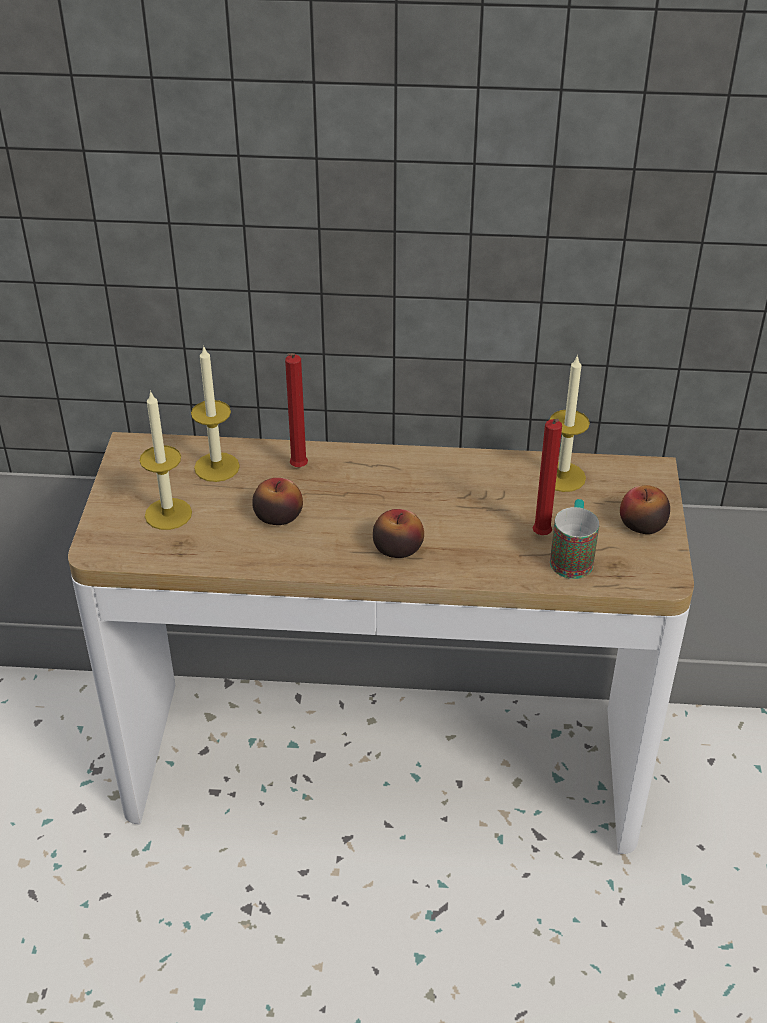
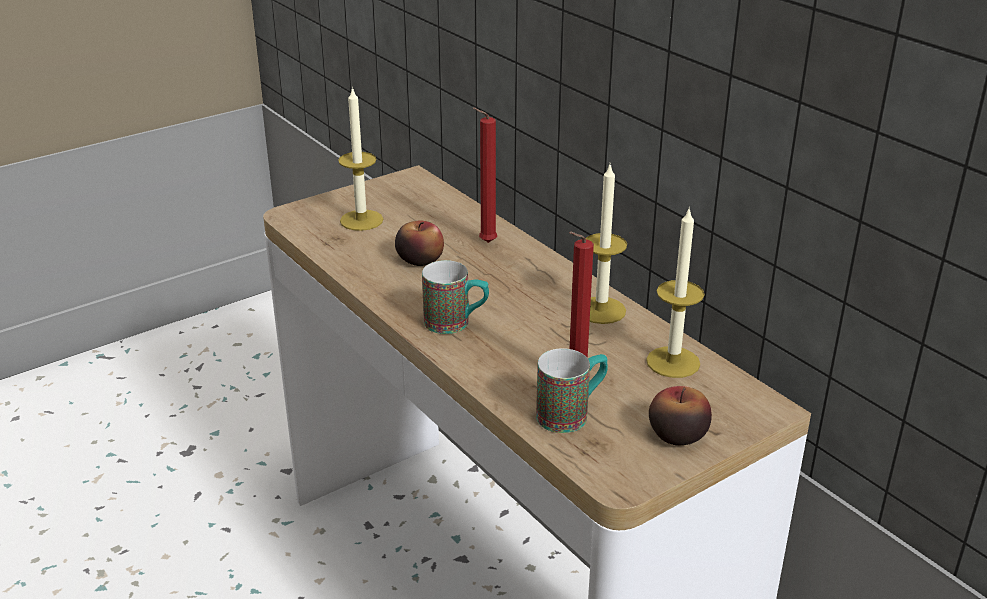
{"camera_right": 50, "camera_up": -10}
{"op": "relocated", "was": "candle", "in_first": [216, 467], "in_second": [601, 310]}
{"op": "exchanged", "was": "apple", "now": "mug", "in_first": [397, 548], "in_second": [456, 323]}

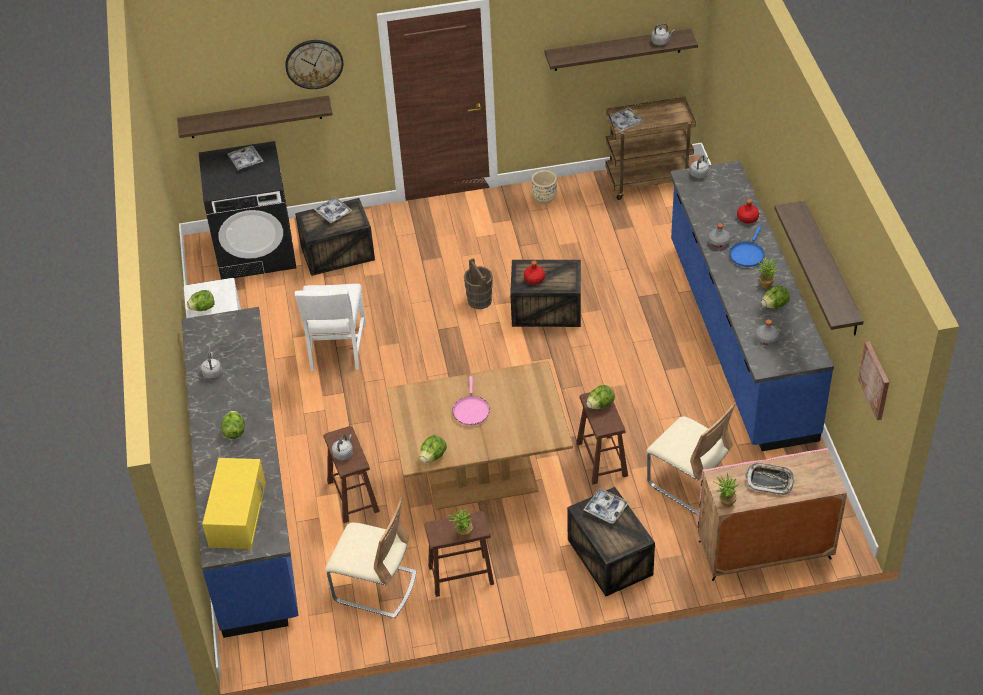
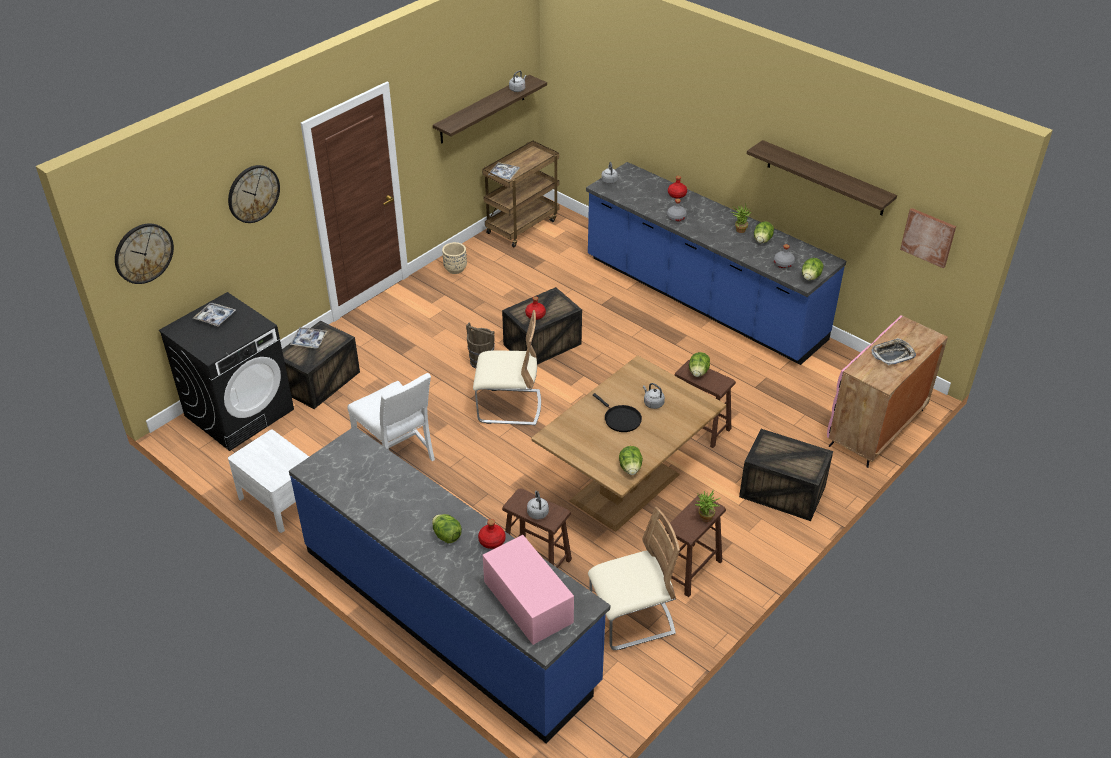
{"camera_right": -40, "camera_up": -5}
{"op": "missing", "was": "shelf", "in_first": [255, 117]}
{"op": "missing", "was": "tray", "in_first": [606, 509]}
{"op": "missing", "was": "potted plant", "in_first": [725, 502]}
{"op": "missing", "was": "blue frying pan", "in_first": [747, 254]}
{"op": "appeared", "now": "wall clock", "in_second": [143, 253]}
{"op": "appeared", "now": "red bottle", "in_second": [492, 540]}
{"op": "relocated", "was": "lettuce", "in_first": [203, 308], "in_second": [810, 277]}
{"op": "relocated", "was": "grey kettle", "in_first": [212, 372], "in_second": [652, 403]}
{"op": "relocated", "was": "beige chair", "in_first": [689, 482], "in_second": [509, 407]}
{"op": "colour", "was": "yellow microwave", "now": "pink microwave", "in_first": [237, 513], "in_second": [526, 600]}
{"op": "colour", "was": "pink frying pan", "now": "black frying pan", "in_first": [471, 410], "in_second": [620, 419]}

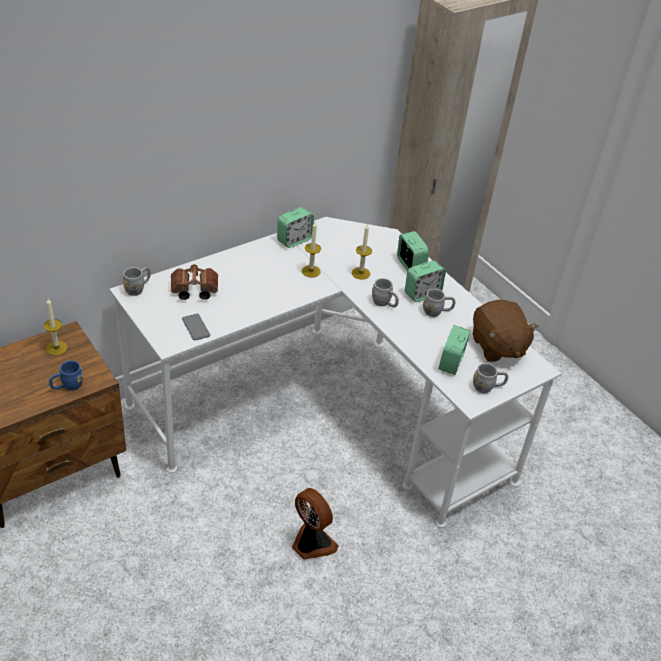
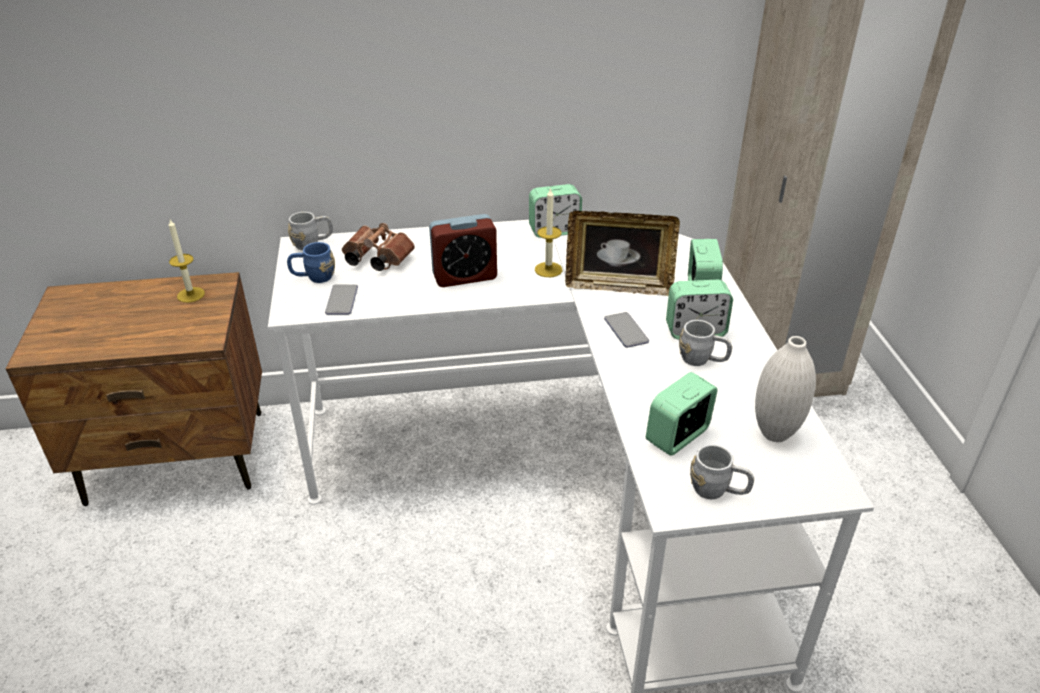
{"camera_right": 30, "camera_up": -5}
{"op": "missing", "was": "fan", "in_first": [311, 543]}
{"op": "appeared", "now": "alarm clock", "in_second": [464, 276]}
{"op": "relocated", "was": "blue mug", "in_first": [67, 386], "in_second": [313, 277]}
{"op": "exchanged", "was": "candle", "now": "picture frame", "in_first": [361, 273], "in_second": [618, 286]}
{"op": "exchanged", "was": "grey mug", "now": "phone", "in_first": [384, 303], "in_second": [626, 331]}
{"op": "exchanged", "was": "brown plush toy", "now": "white vase", "in_first": [497, 346], "in_second": [775, 433]}

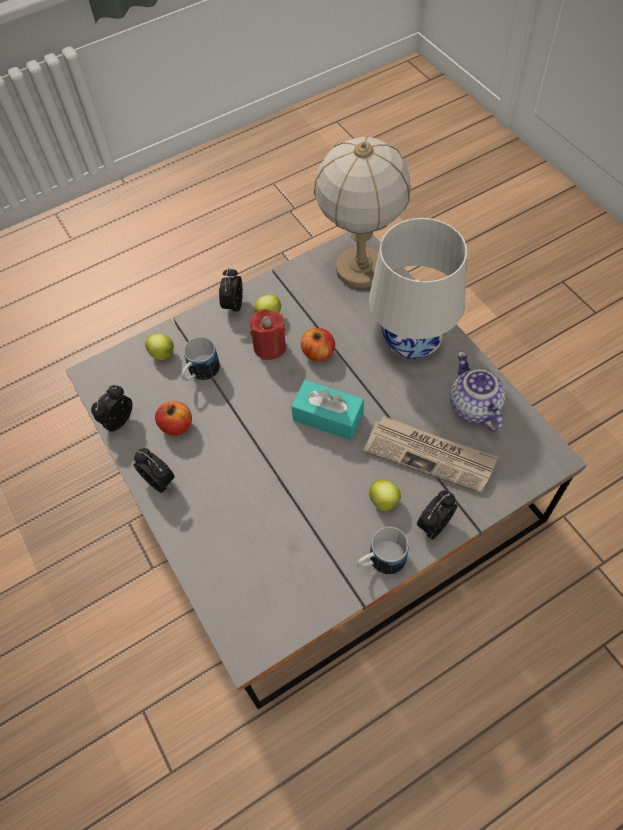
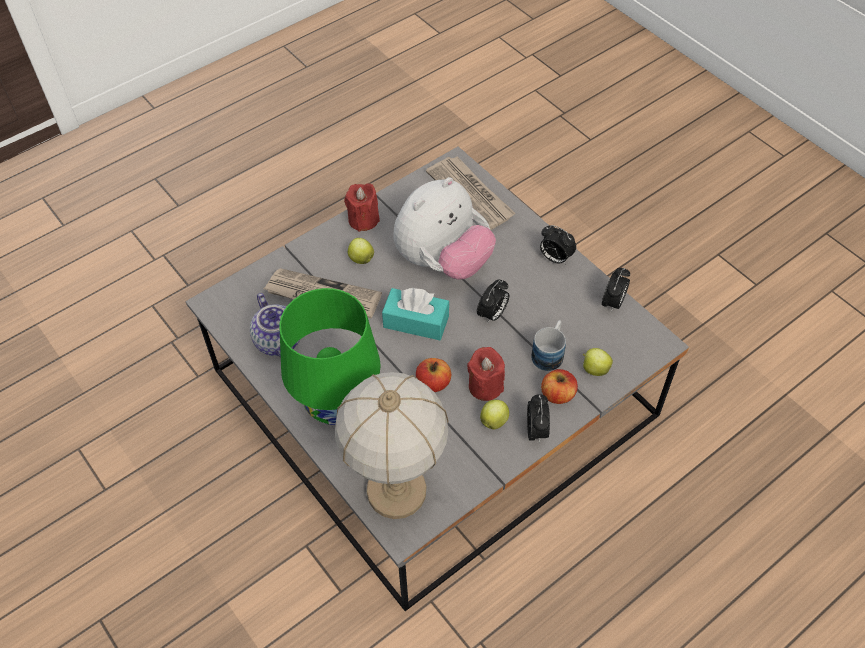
{"camera_right": 170, "camera_up": -5}
{"op": "appeared", "now": "plush toy", "in_second": [443, 261]}
{"op": "appeared", "now": "newspaper", "in_second": [471, 195]}
{"op": "relocated", "was": "apple", "in_first": [176, 426], "in_second": [557, 394]}
{"op": "relocated", "was": "alarm clock", "in_first": [434, 524], "in_second": [492, 314]}
{"op": "exchanged", "was": "mug", "now": "red candle", "in_first": [380, 561], "in_second": [363, 220]}
{"op": "colour", "was": "white table lamp", "now": "green table lamp", "in_first": [412, 341], "in_second": [336, 403]}

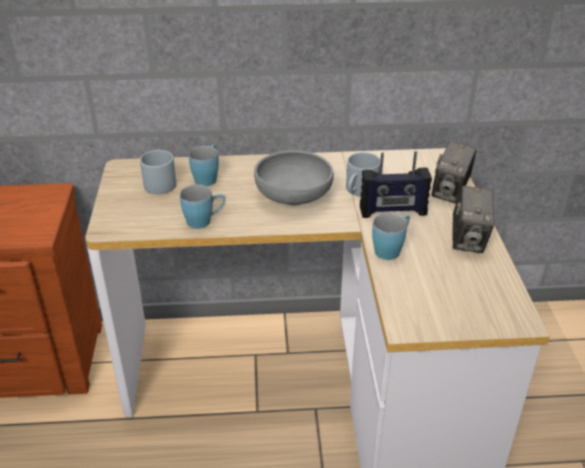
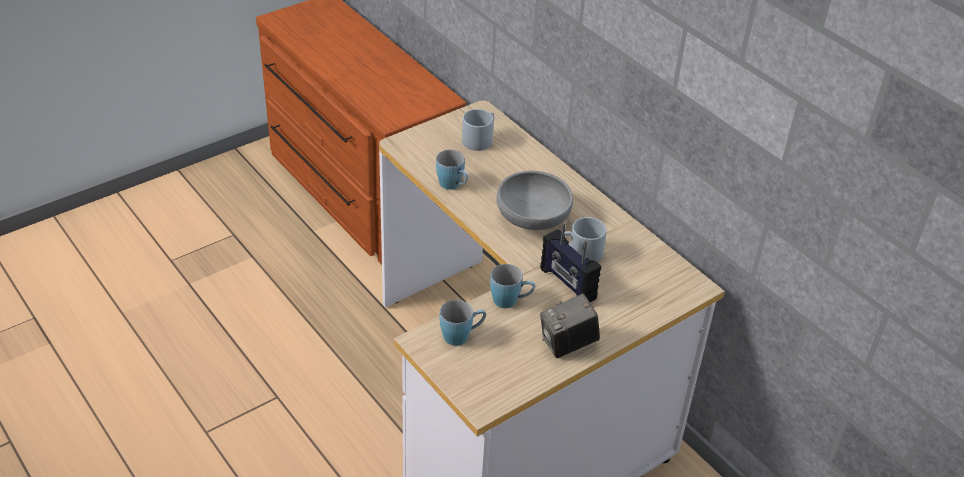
{"camera_right": 55, "camera_up": 5}
{"op": "missing", "was": "photo camera", "in_first": [450, 192]}
{"op": "relocated", "was": "blue mug", "in_first": [208, 177], "in_second": [462, 335]}

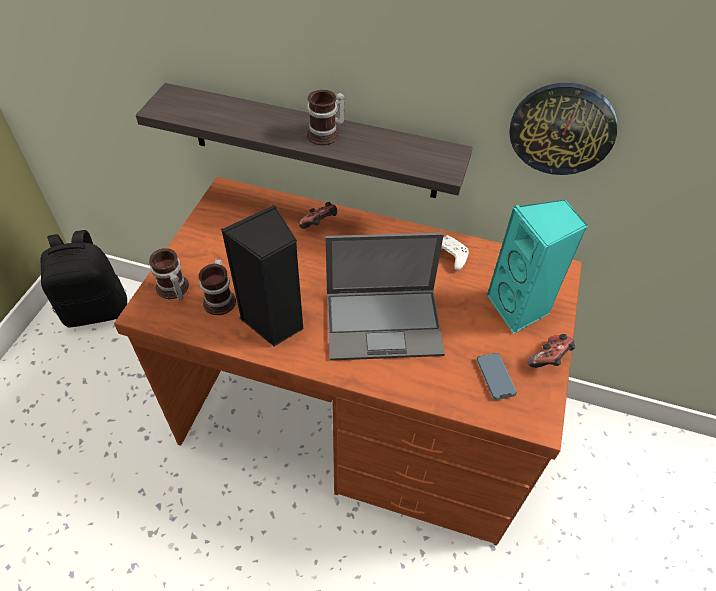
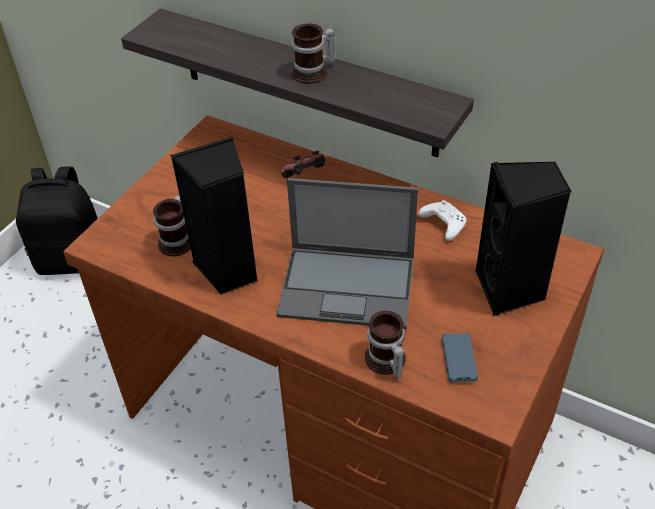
{"camera_right": 15, "camera_up": -5}
{"op": "missing", "was": "wall clock", "in_first": [562, 129]}
{"op": "missing", "was": "game controller", "in_first": [549, 359]}
{"op": "relocated", "was": "mug", "in_first": [172, 290], "in_second": [385, 362]}
{"op": "colour", "was": "turquoise speaker", "now": "black speaker", "in_first": [519, 308], "in_second": [510, 290]}

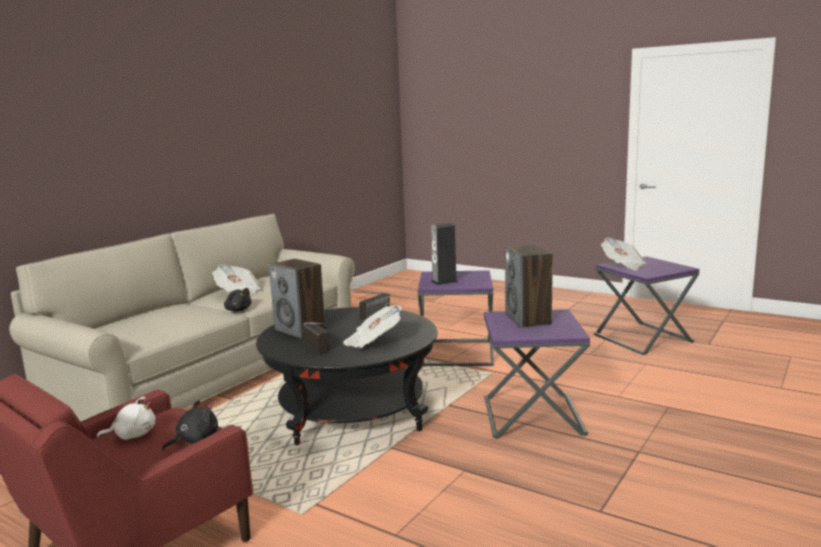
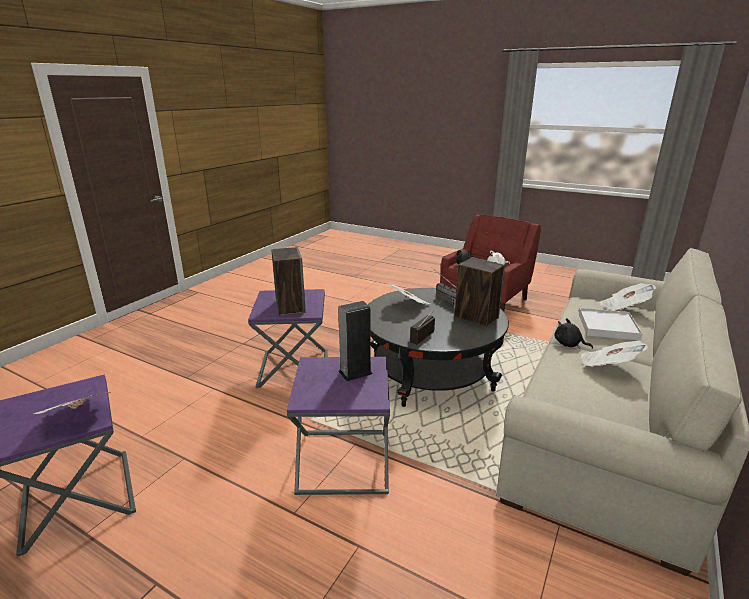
{"camera_right": 175, "camera_up": 10}
{"op": "appeared", "now": "white tray", "in_second": [607, 326]}
{"op": "appeared", "now": "newspaper", "in_second": [624, 308]}

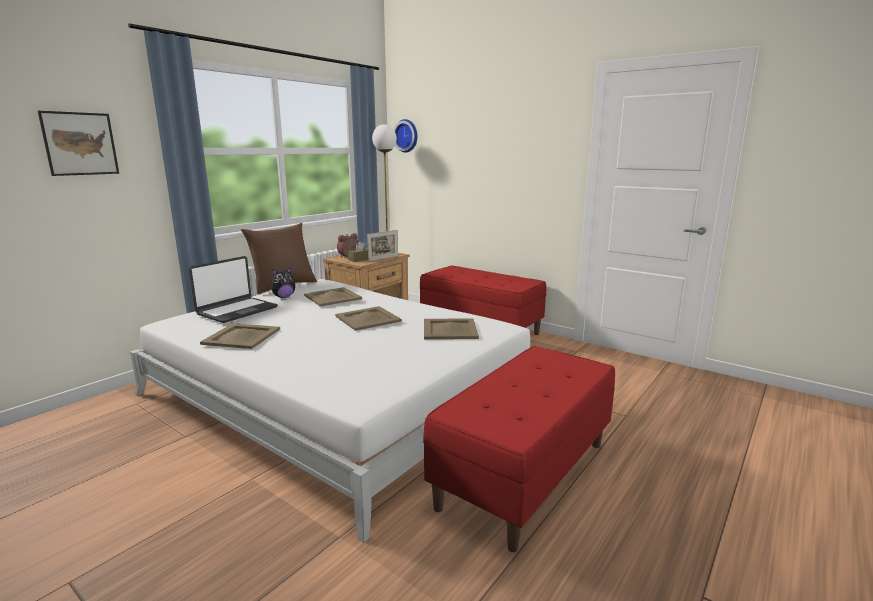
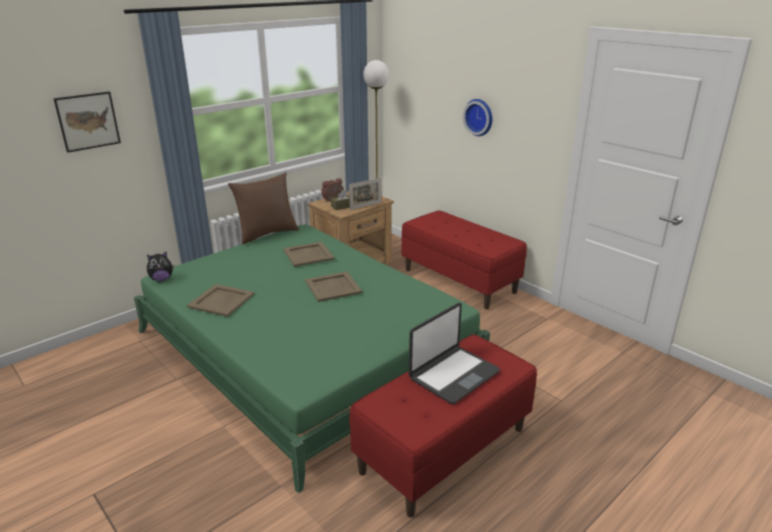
{"camera_right": 10, "camera_up": 10}
{"op": "missing", "was": "beige tray", "in_first": [449, 329]}
{"op": "relocated", "was": "laptop", "in_first": [236, 311], "in_second": [453, 374]}
{"op": "relocated", "was": "plush toy", "in_first": [283, 297], "in_second": [161, 279]}
{"op": "relocated", "was": "wall clock", "in_first": [407, 136], "in_second": [479, 117]}
{"op": "colour", "was": "white bed", "now": "green bed", "in_first": [337, 395], "in_second": [305, 349]}

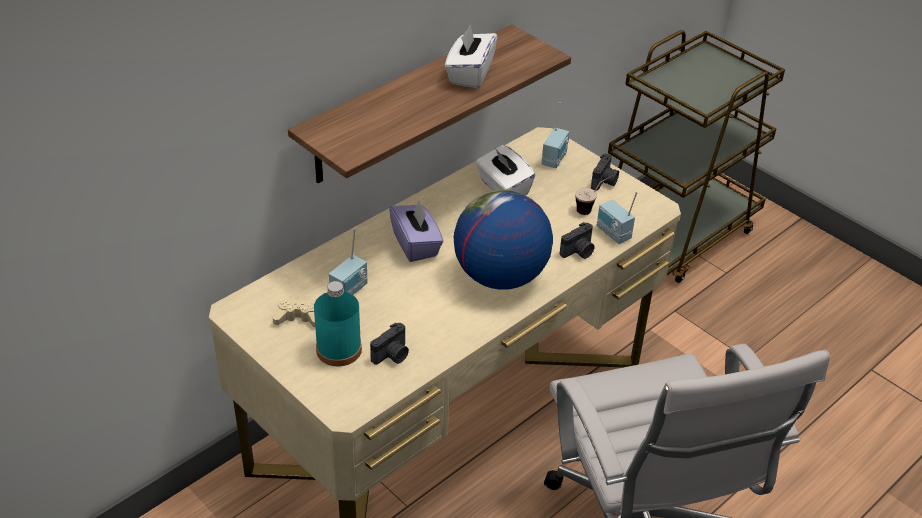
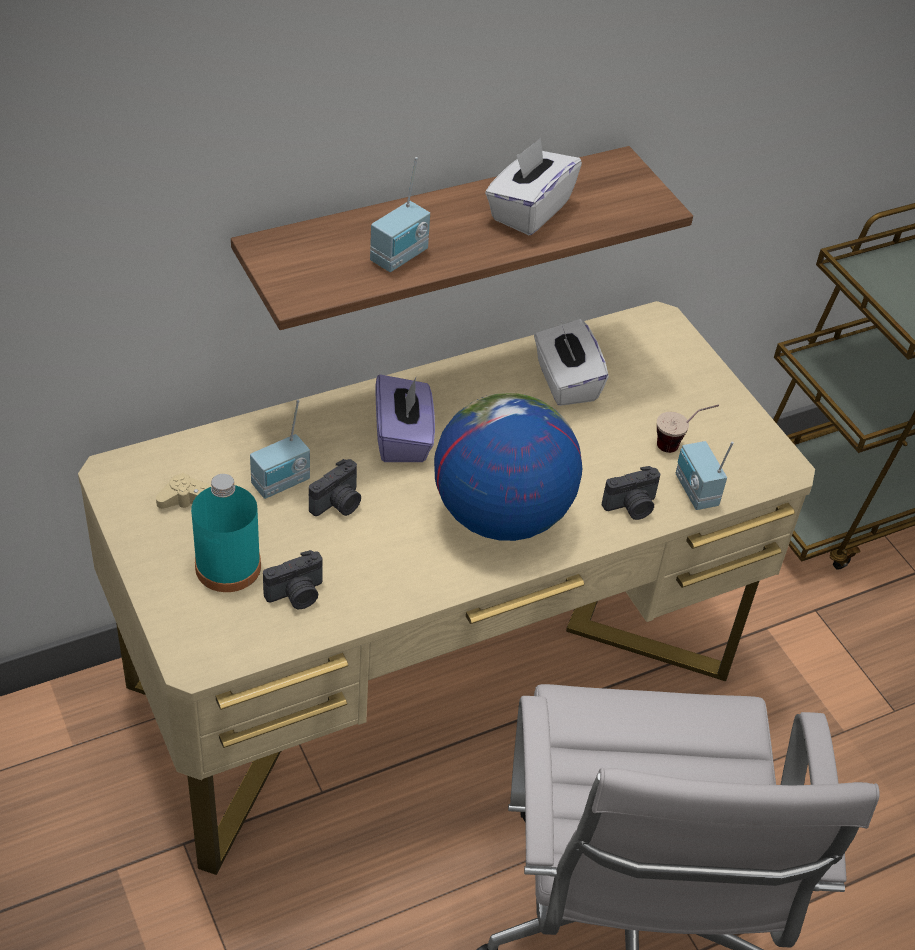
{"camera_right": 15, "camera_up": 5}
{"op": "relocated", "was": "radio", "in_first": [555, 159], "in_second": [401, 257]}
{"op": "relocated", "was": "photo camera", "in_first": [605, 182], "in_second": [338, 504]}

